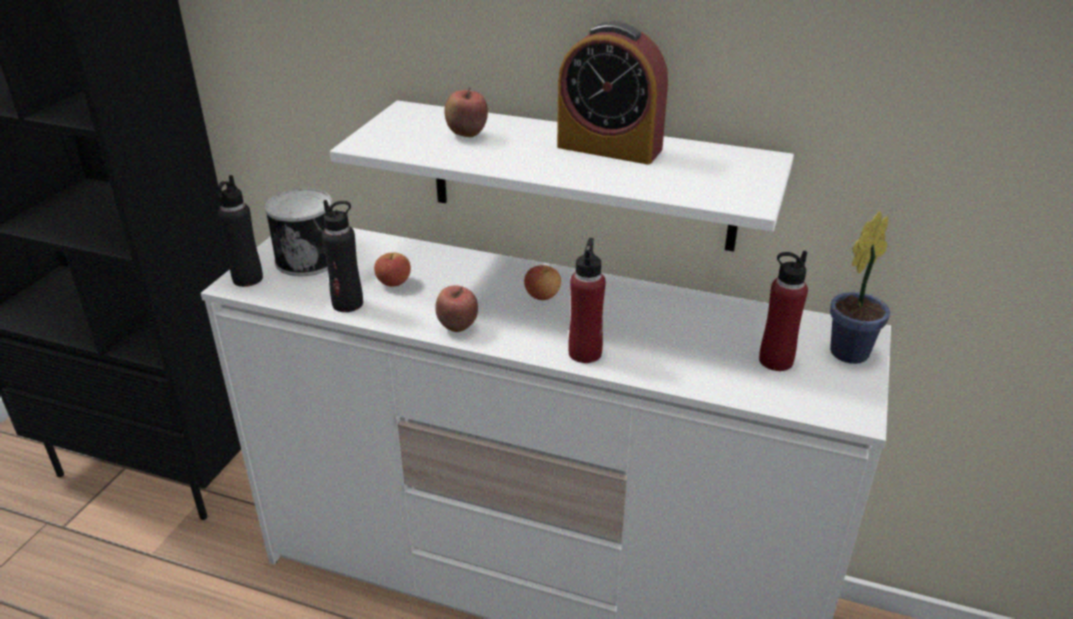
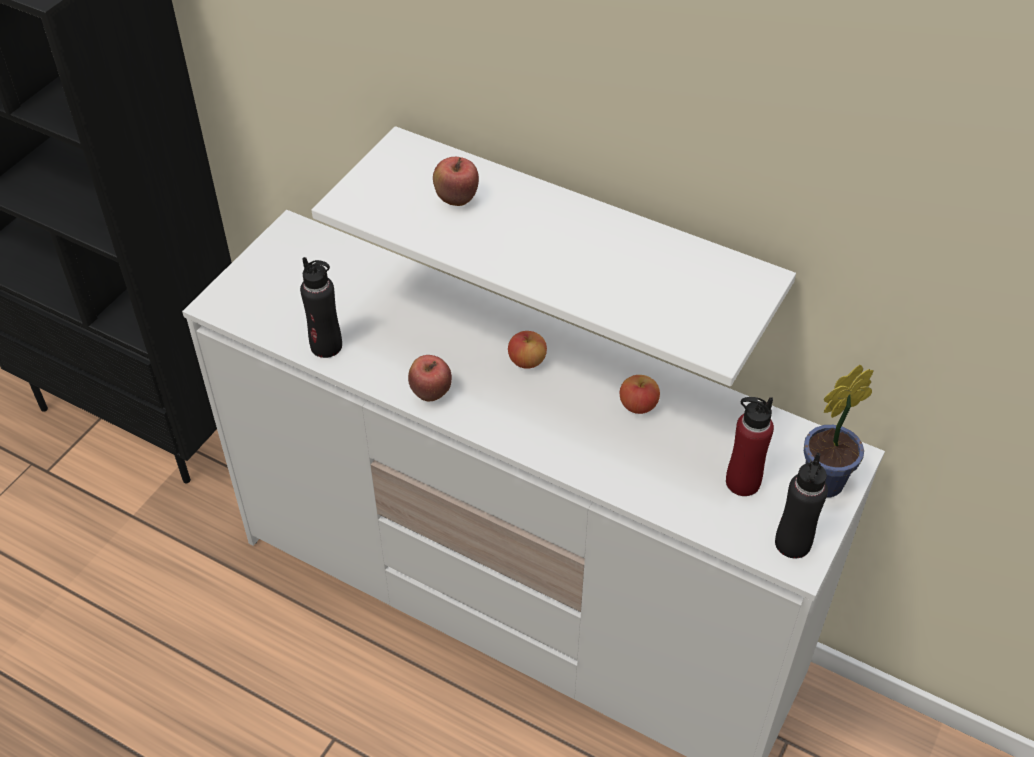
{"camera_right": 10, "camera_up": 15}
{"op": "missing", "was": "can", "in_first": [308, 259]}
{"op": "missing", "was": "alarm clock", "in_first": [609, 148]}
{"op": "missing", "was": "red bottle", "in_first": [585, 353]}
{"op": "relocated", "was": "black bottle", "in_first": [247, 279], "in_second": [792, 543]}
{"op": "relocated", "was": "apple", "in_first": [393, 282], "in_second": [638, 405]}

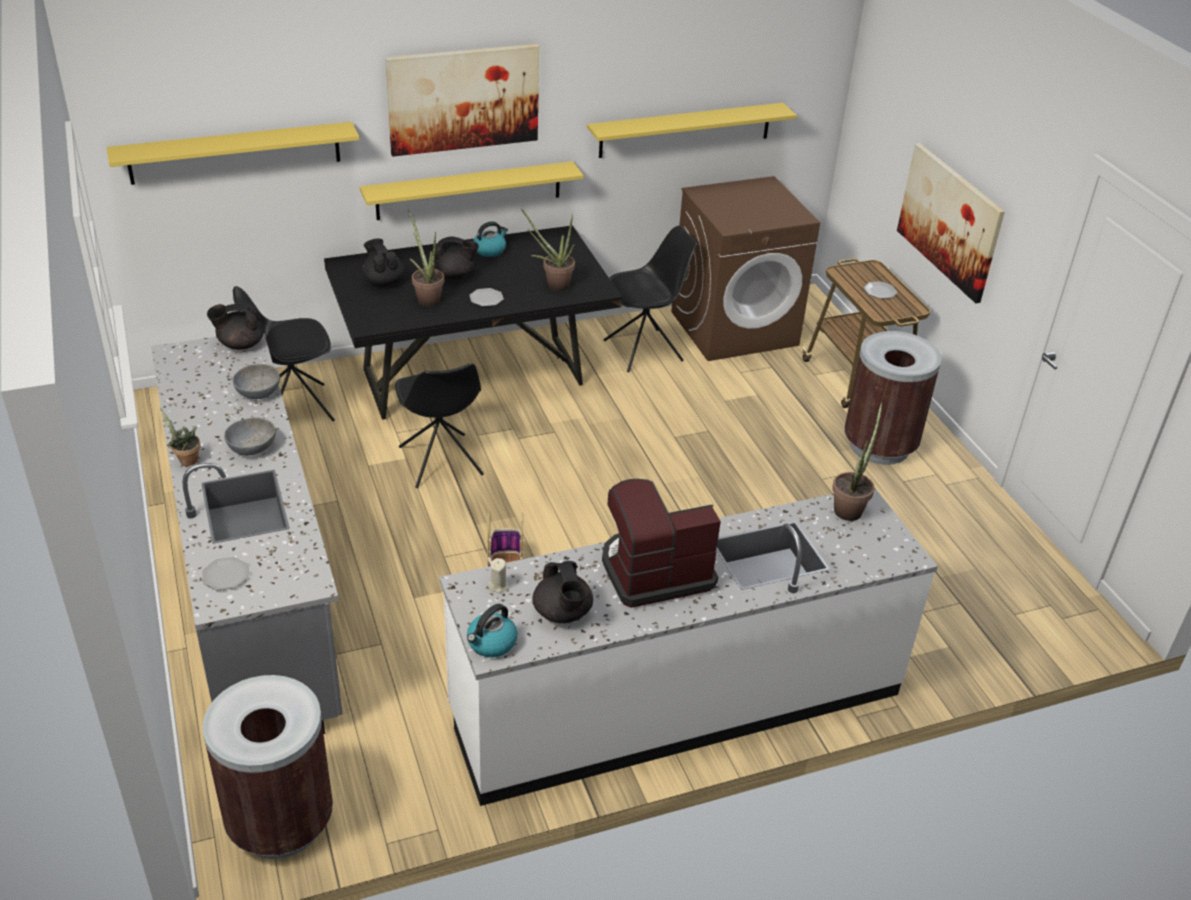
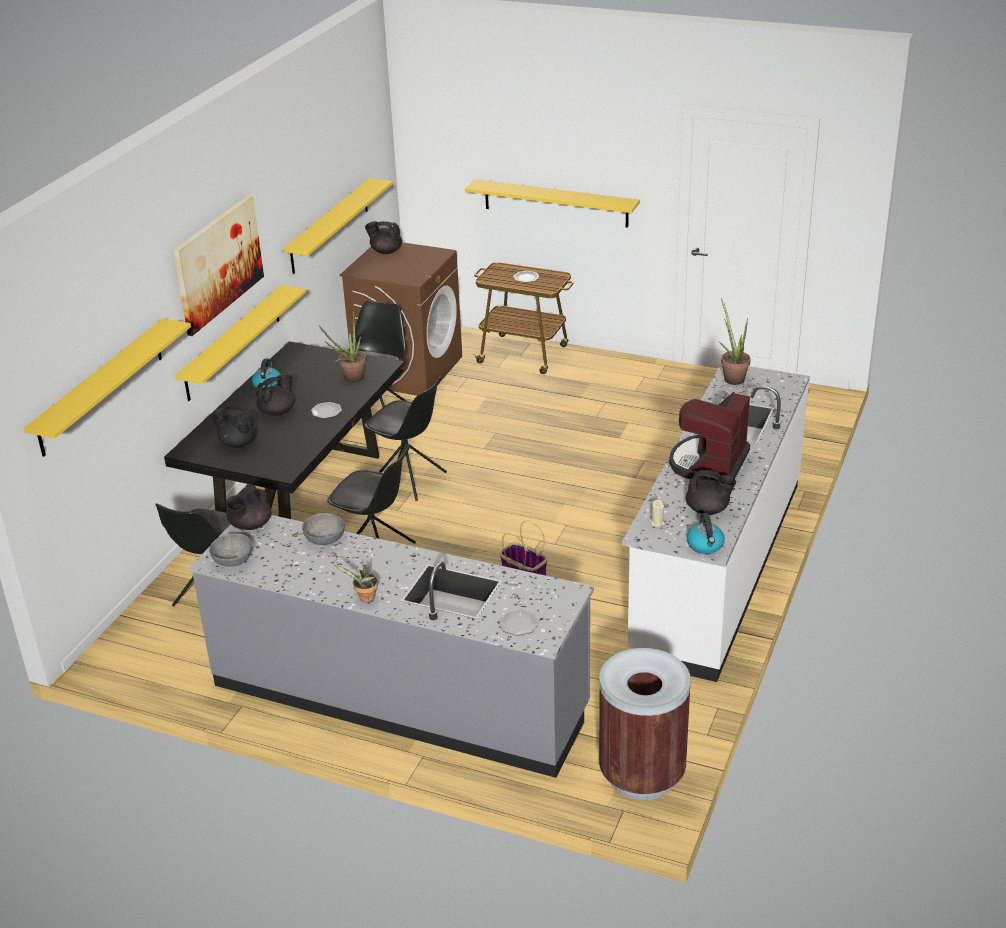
{"camera_right": -45, "camera_up": -5}
{"op": "missing", "was": "potted plant", "in_first": [426, 298]}
{"op": "missing", "was": "brown trash can", "in_first": [880, 446]}
{"op": "appeared", "now": "black chair", "in_second": [408, 480]}
{"op": "appeared", "now": "black teapot", "in_second": [385, 251]}
{"op": "relocated", "was": "grey bowl", "in_first": [251, 447], "in_second": [232, 560]}
{"op": "exchanged", "was": "picture", "now": "yellow shelf", "in_first": [949, 221], "in_second": [555, 203]}

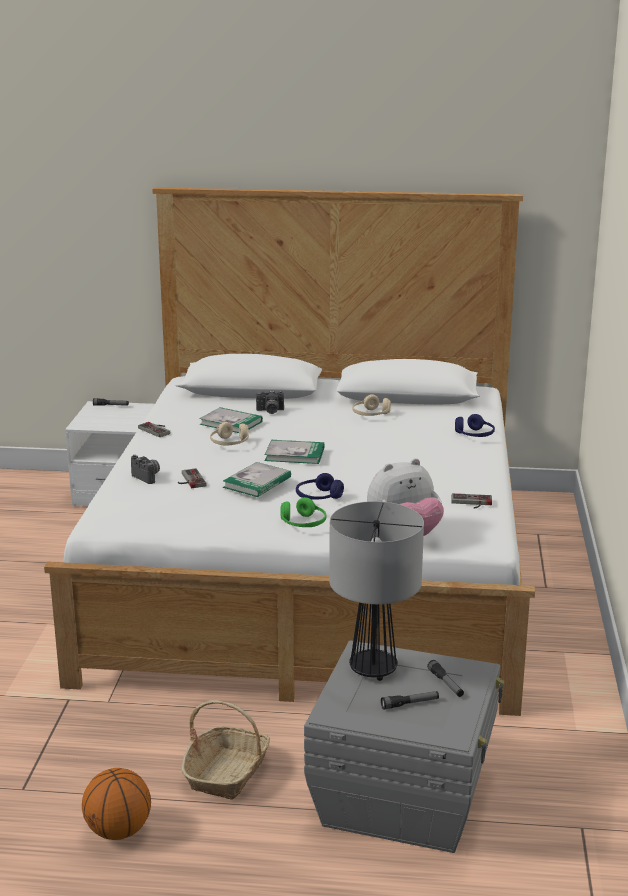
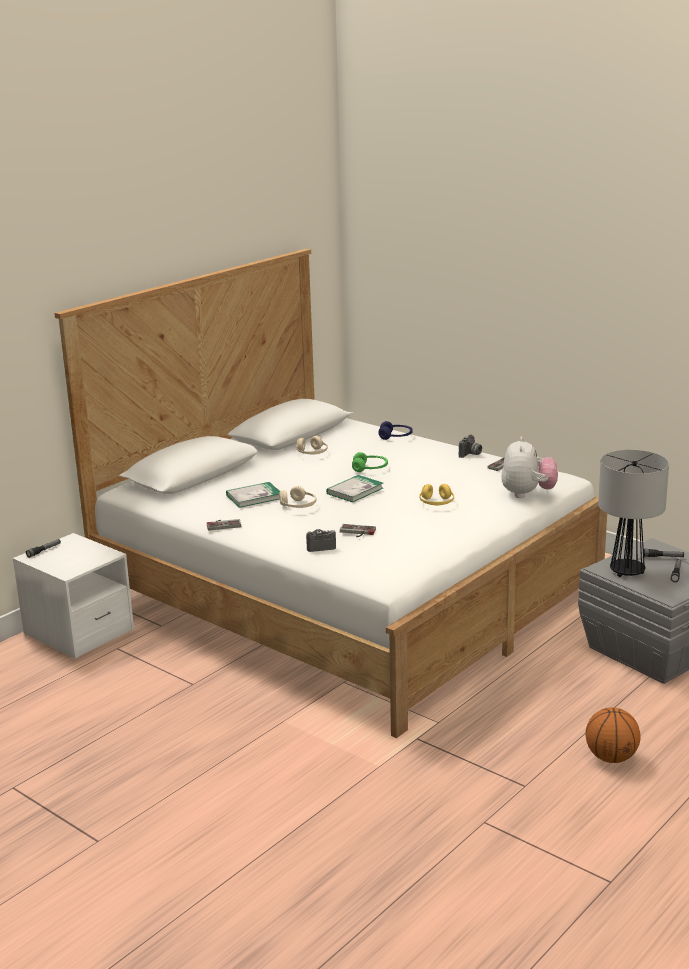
{"camera_right": -55, "camera_up": 0}
{"op": "missing", "was": "basket", "in_first": [227, 772]}
{"op": "missing", "was": "book", "in_first": [257, 482]}
{"op": "relocated", "was": "photo camera", "in_first": [270, 411], "in_second": [470, 454]}
{"op": "relocated", "was": "green headphones", "in_first": [303, 523], "in_second": [370, 469]}
{"op": "colour", "was": "blue headphones", "now": "yellow headphones", "in_first": [318, 497], "in_second": [436, 503]}

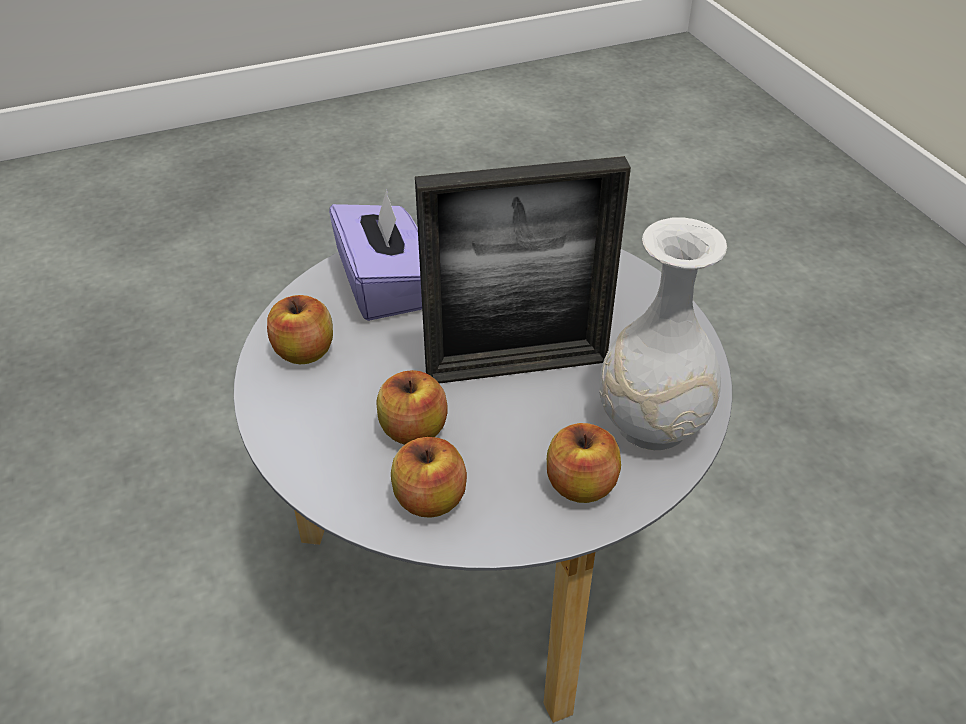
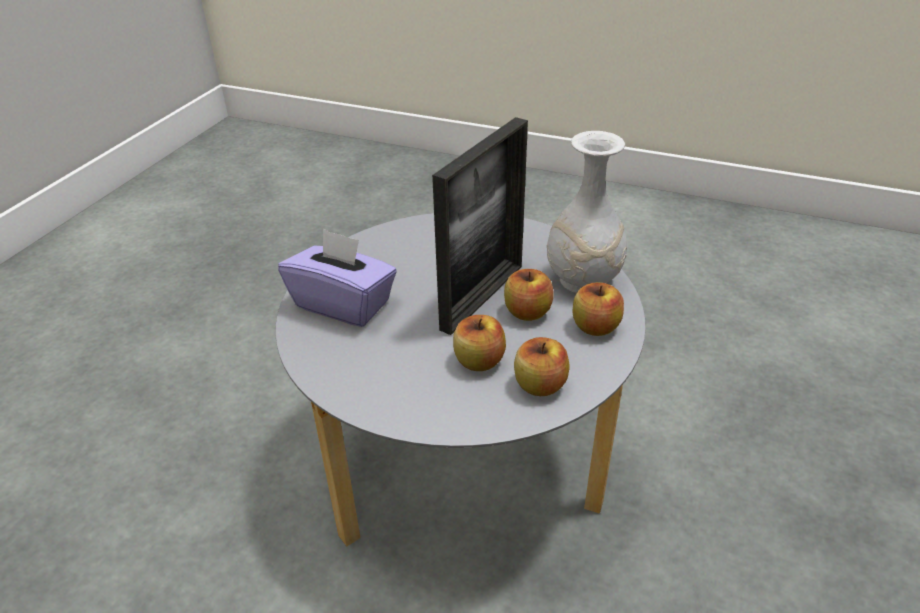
{"camera_right": -45, "camera_up": -5}
{"op": "relocated", "was": "apple", "in_first": [304, 352], "in_second": [527, 312]}

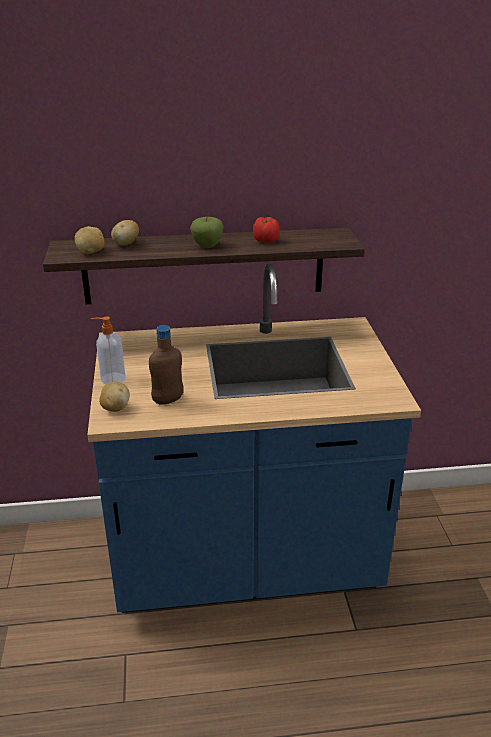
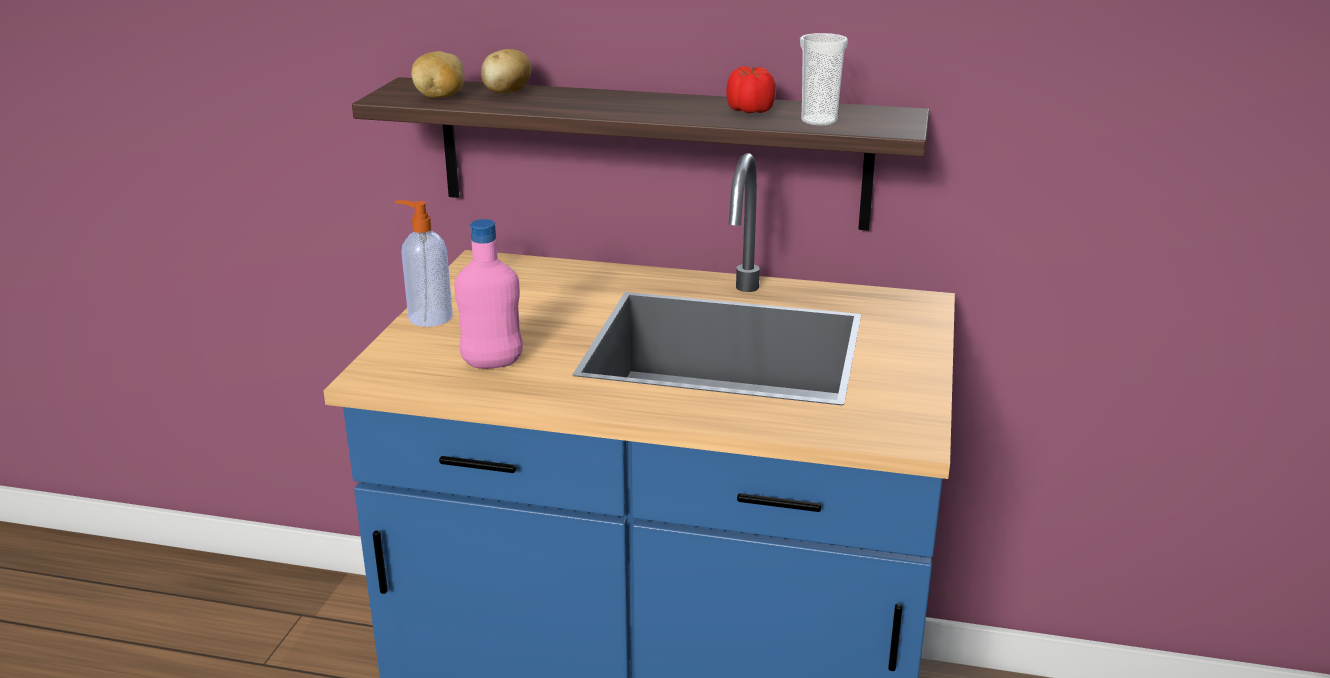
{"camera_right": 20, "camera_up": -5}
{"op": "missing", "was": "potato", "in_first": [115, 408]}
{"op": "missing", "was": "apple", "in_first": [207, 246]}
{"op": "appeared", "now": "cup", "in_second": [819, 121]}
{"op": "colour", "was": "brown bottle", "now": "pink bottle", "in_first": [168, 400], "in_second": [492, 363]}

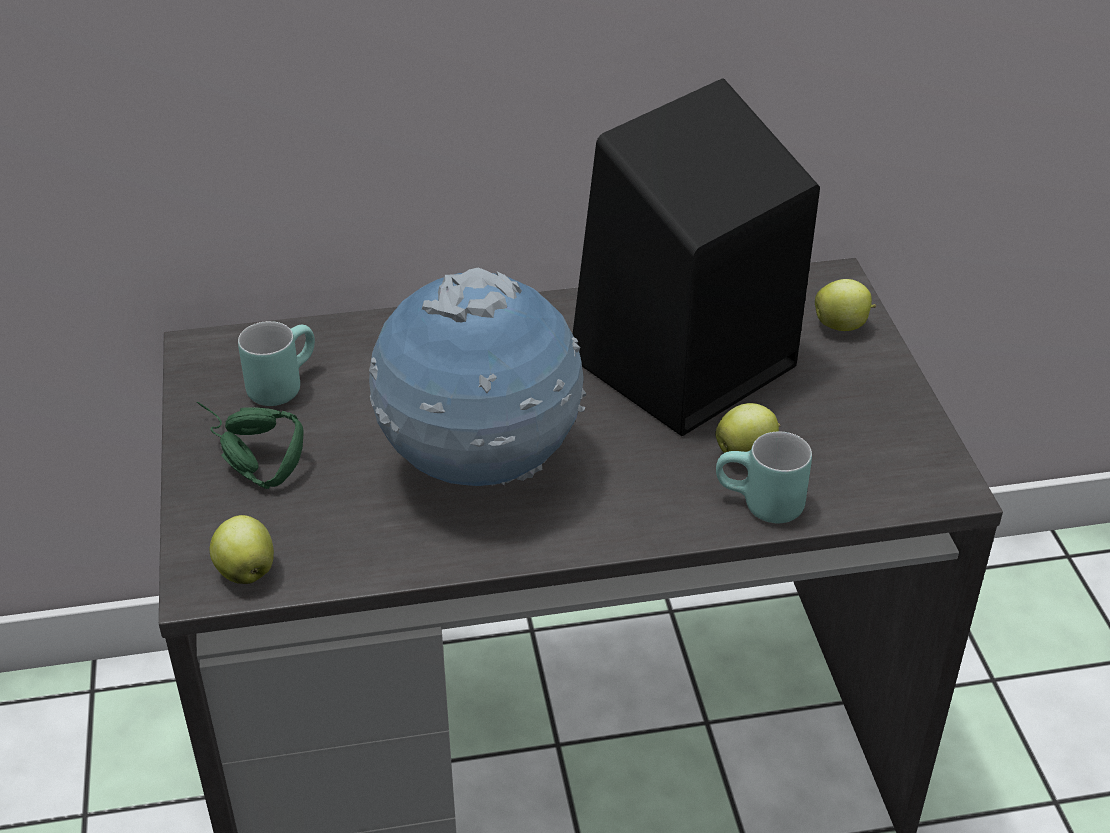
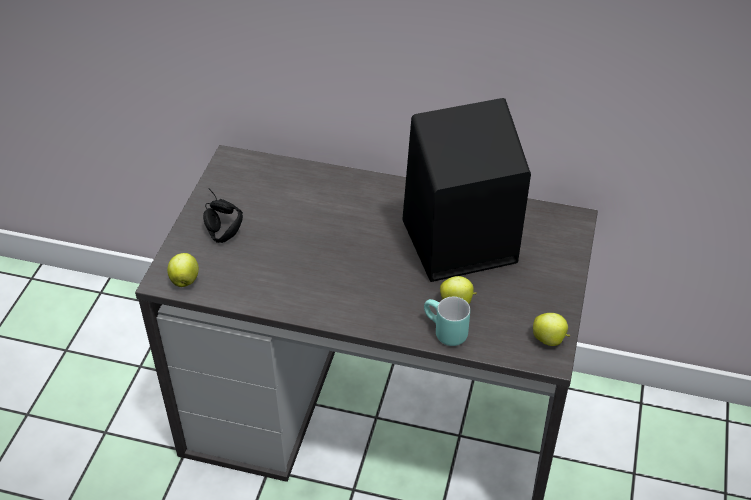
{"camera_right": 25, "camera_up": 5}
{"op": "missing", "was": "turquoise mug", "in_first": [281, 384]}
{"op": "missing", "was": "globe", "in_first": [480, 468]}
{"op": "relocated", "was": "apple", "in_first": [842, 326], "in_second": [549, 340]}
{"op": "colour", "was": "green headphones", "now": "black headphones", "in_first": [240, 456], "in_second": [215, 221]}

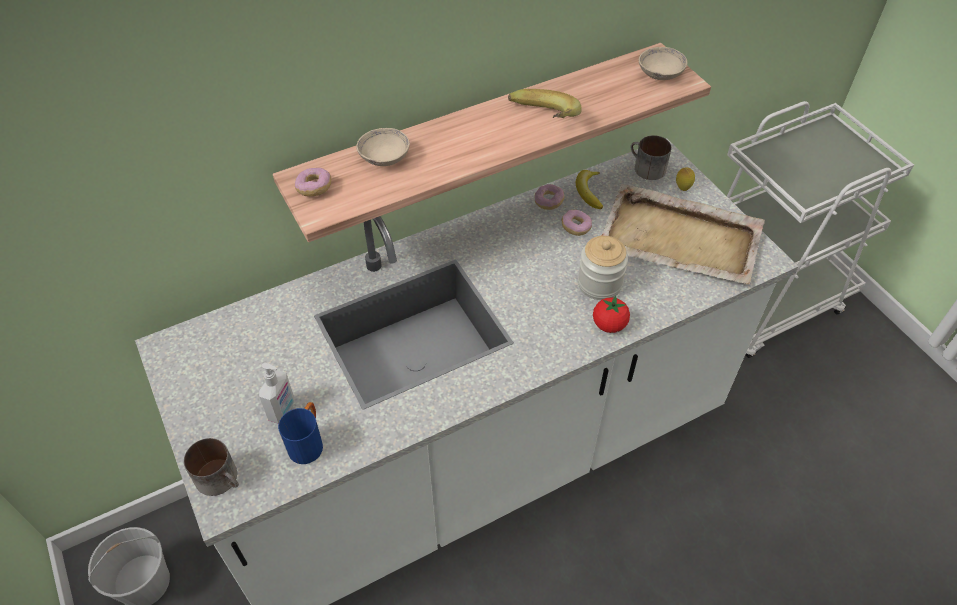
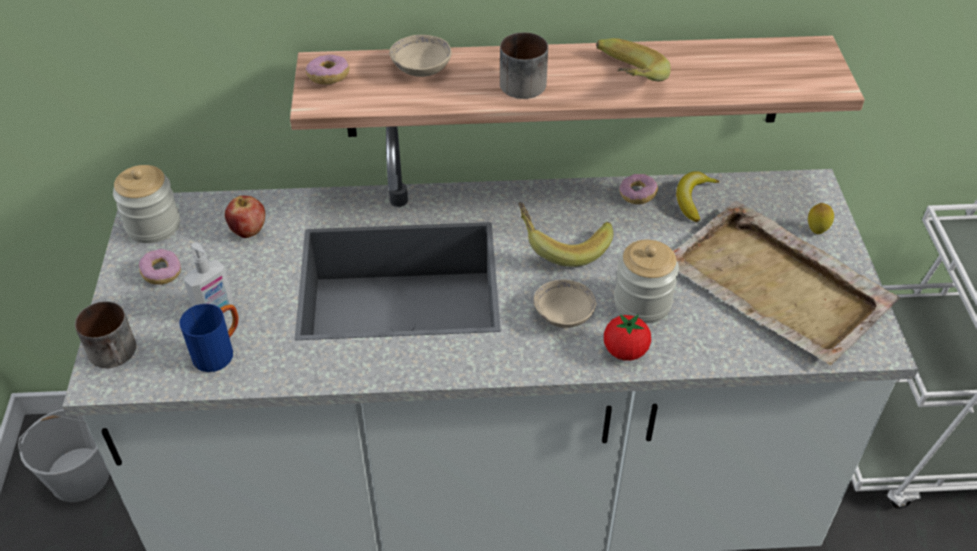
{"camera_right": 25, "camera_up": -5}
{"op": "appeared", "now": "jar", "in_second": [153, 225]}
{"op": "appeared", "now": "apple", "in_second": [248, 231]}
{"op": "appeared", "now": "banana", "in_second": [562, 244]}
{"op": "relocated", "was": "donut", "in_first": [576, 227], "in_second": [162, 273]}
{"op": "relocated", "was": "mug", "in_first": [645, 168], "in_second": [518, 81]}
{"op": "relocated", "was": "beige bowl", "in_first": [660, 74], "in_second": [563, 315]}

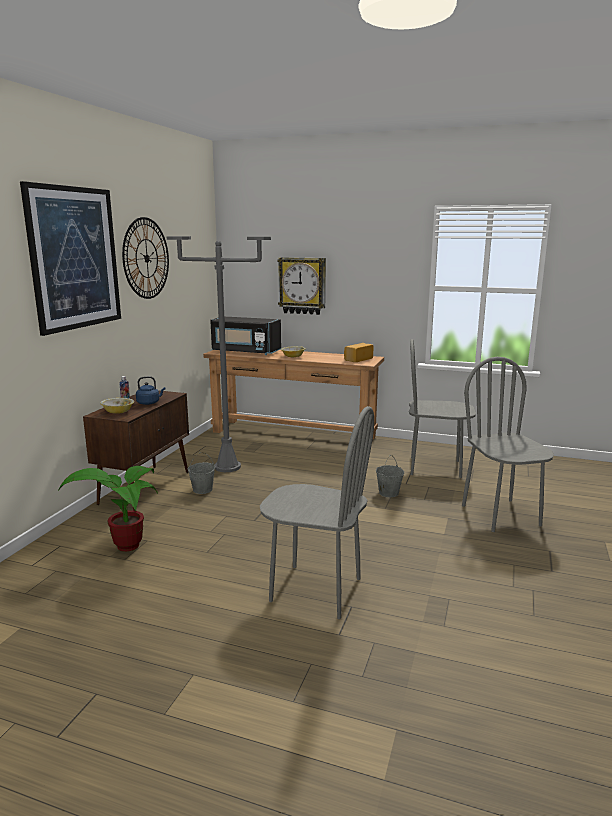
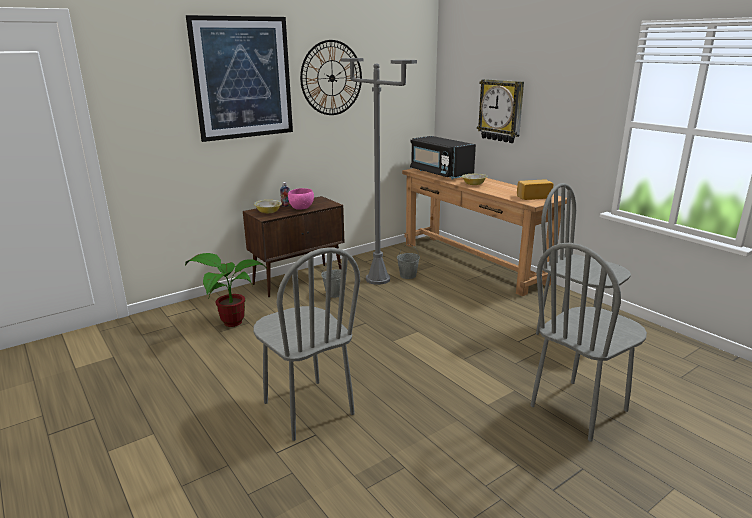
{"camera_right": 35, "camera_up": 5}
{"op": "relocated", "was": "grey bucket", "in_first": [388, 493], "in_second": [408, 275]}
{"op": "exchanged", "was": "blue kettle", "now": "pink bowl", "in_first": [149, 403], "in_second": [302, 208]}
{"op": "spun", "was": "grey chair", "in_first": [501, 515], "in_second": [579, 409], "clockwise": -150}

